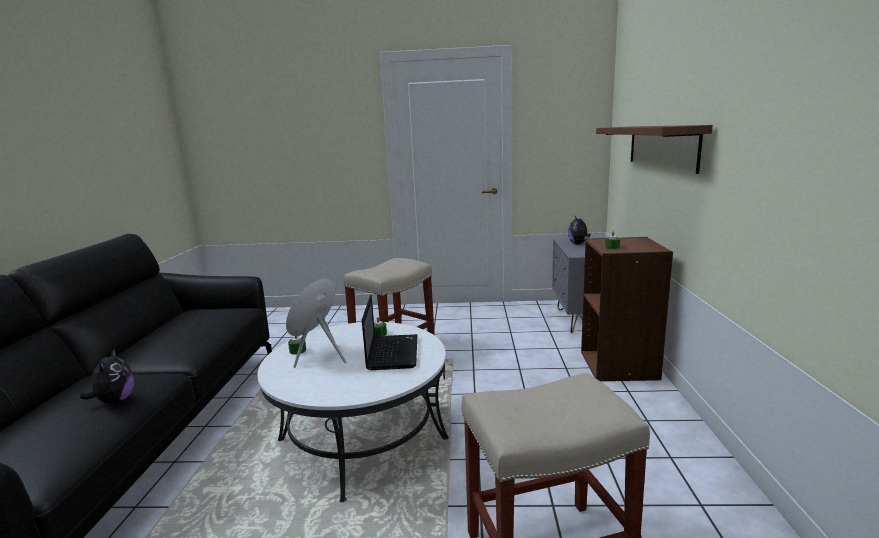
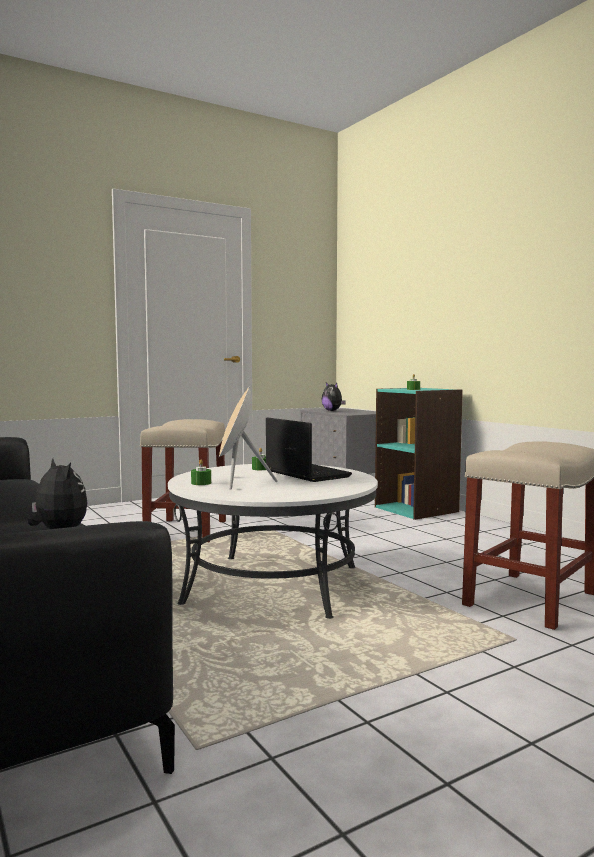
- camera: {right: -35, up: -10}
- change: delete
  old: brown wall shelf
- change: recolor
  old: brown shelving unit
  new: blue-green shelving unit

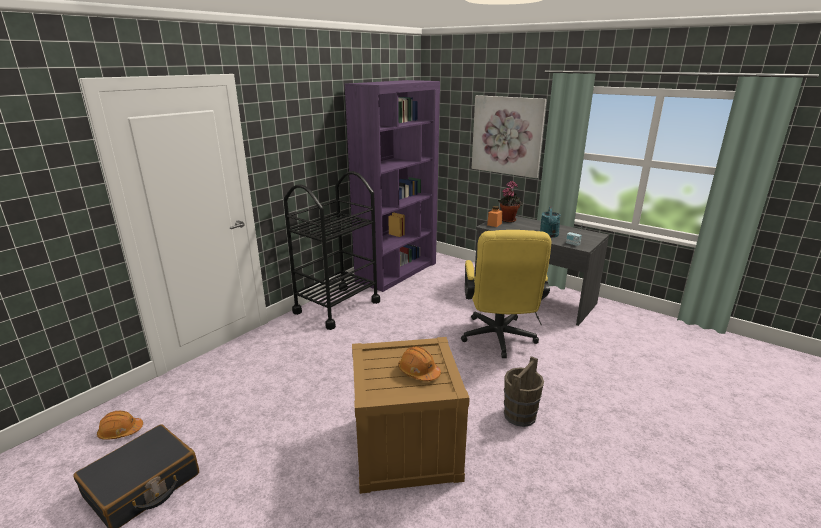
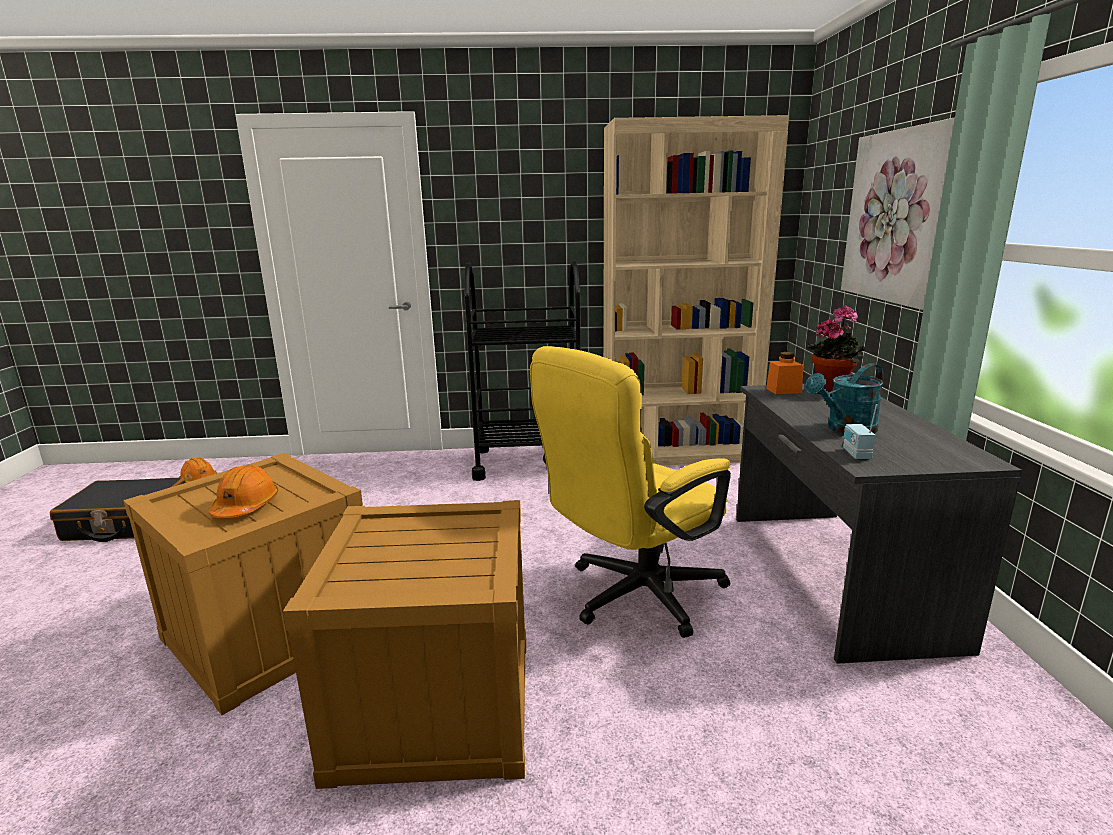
- camera: {right: 50, up: -5}
- change: replace
  old: brown water bucket
  new: packing crate (2nd from left)
- change: recolor
  old: purple shelving unit
  new: beige-coloured shelving unit

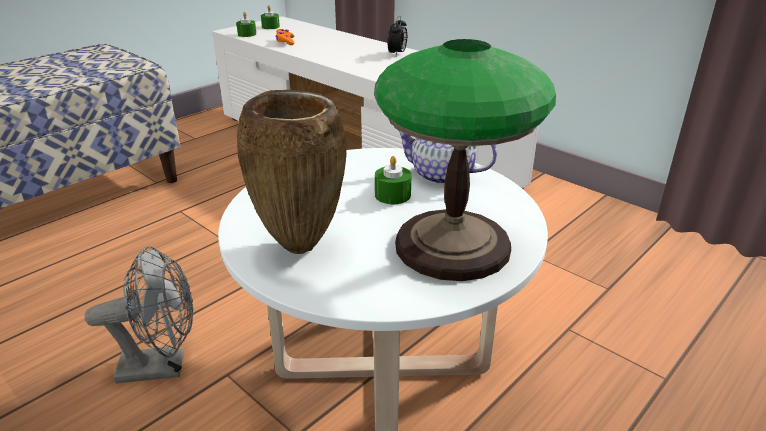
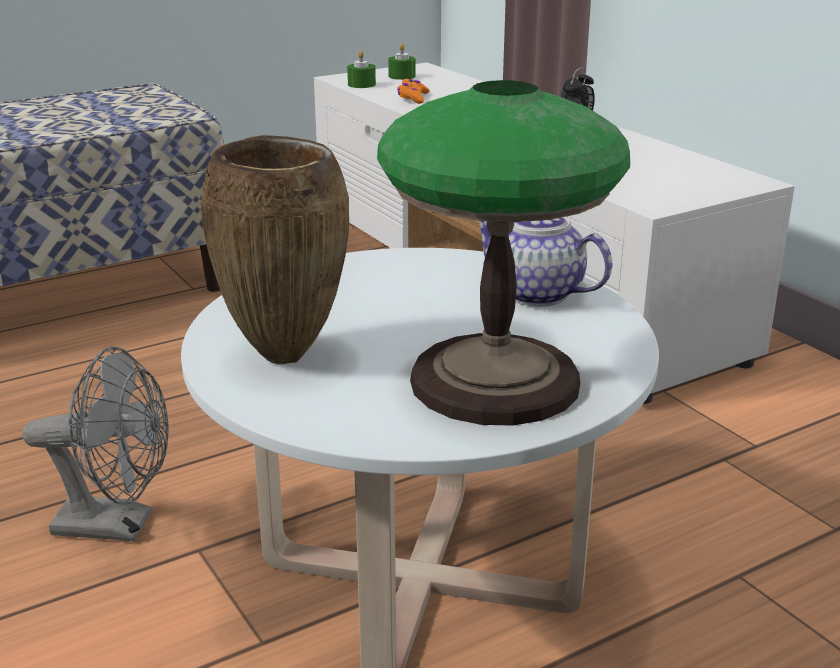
- camera: {right: 15, up: -5}
- change: delete
  old: green-coloured wax candle (3rd from left)

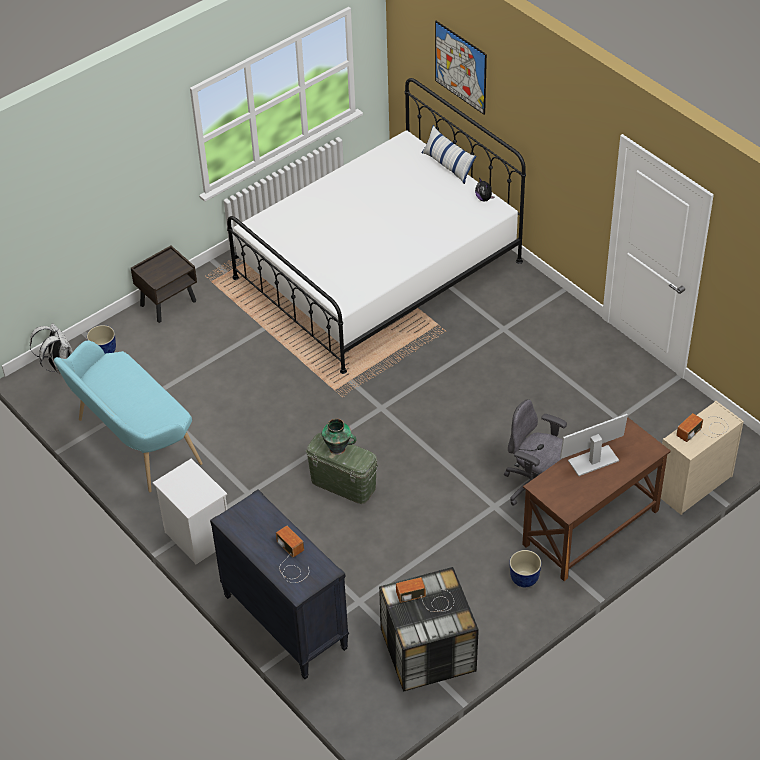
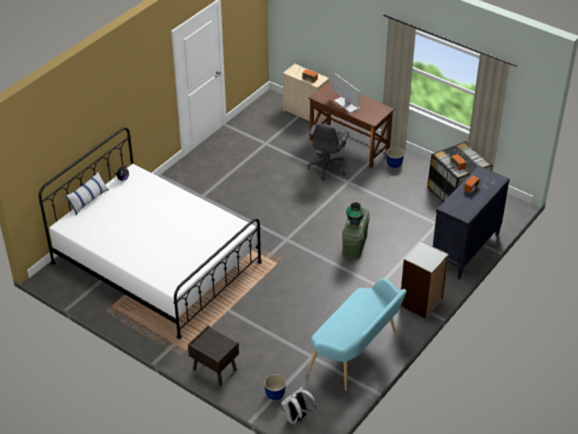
- camera: {right: -105, up: -5}
- change: delete
  old: wall picture
- change: replace
  old: white-coloured nightstand
  new: grey shelving unit

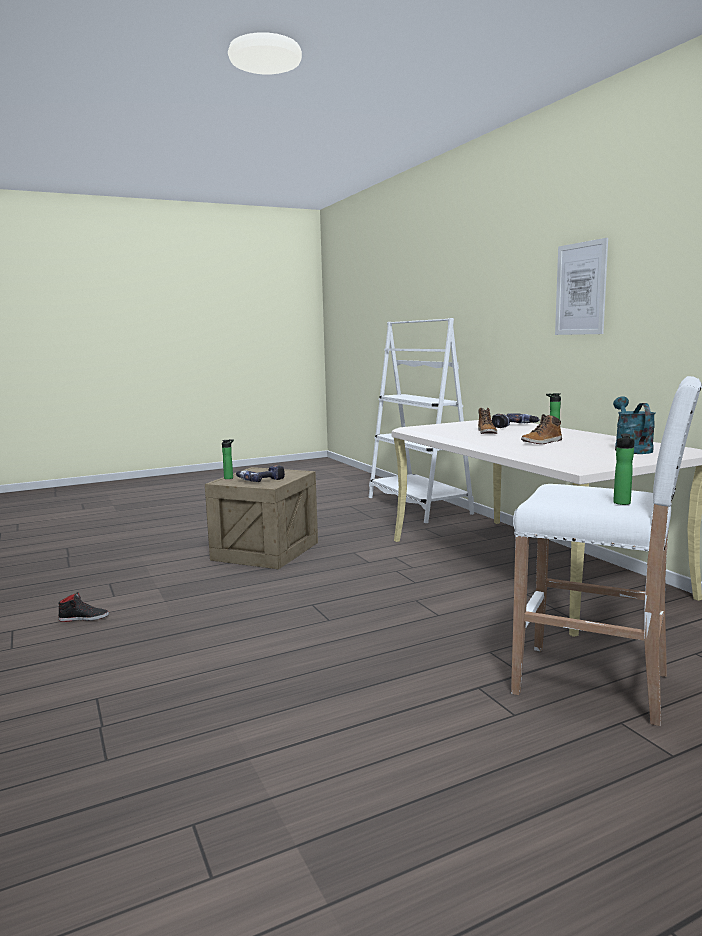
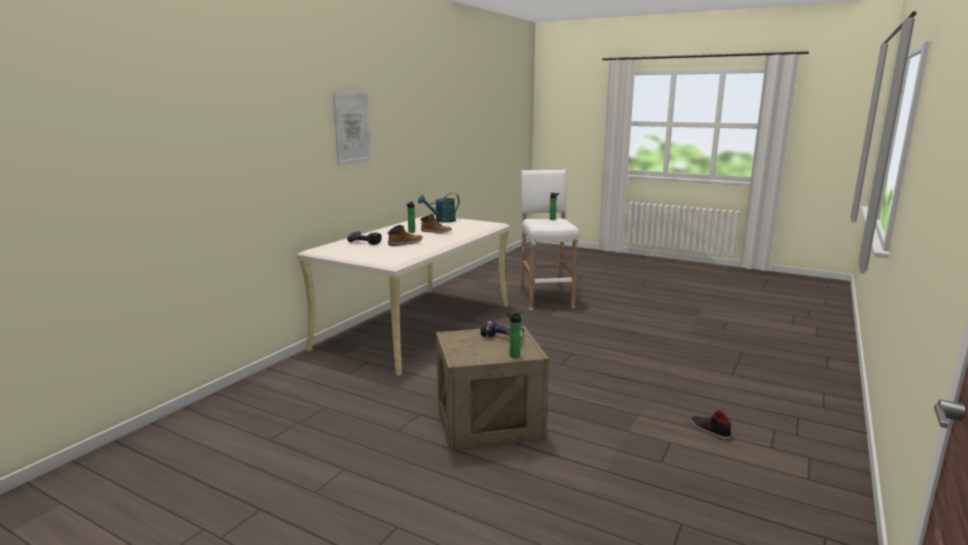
- camera: {right: -125, up: 5}
- change: delete
  old: white-coloured shelving unit

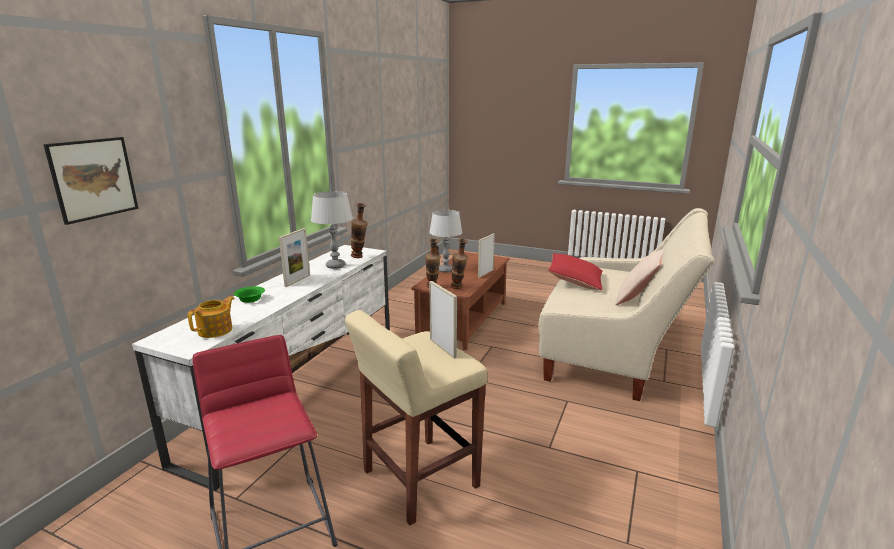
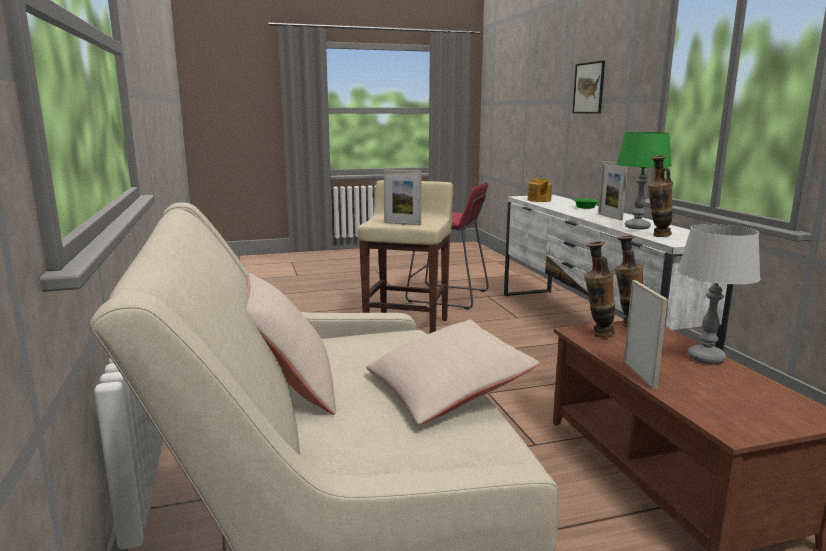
- camera: {right: 140, up: -5}
- change: recolor
  old: grey tabletop lamp (1st from left)
  new: green-coloured tabletop lamp
- change: recolor
  old: reddish throw pillow
  new: beige-coloured throw pillow (2nd from left)

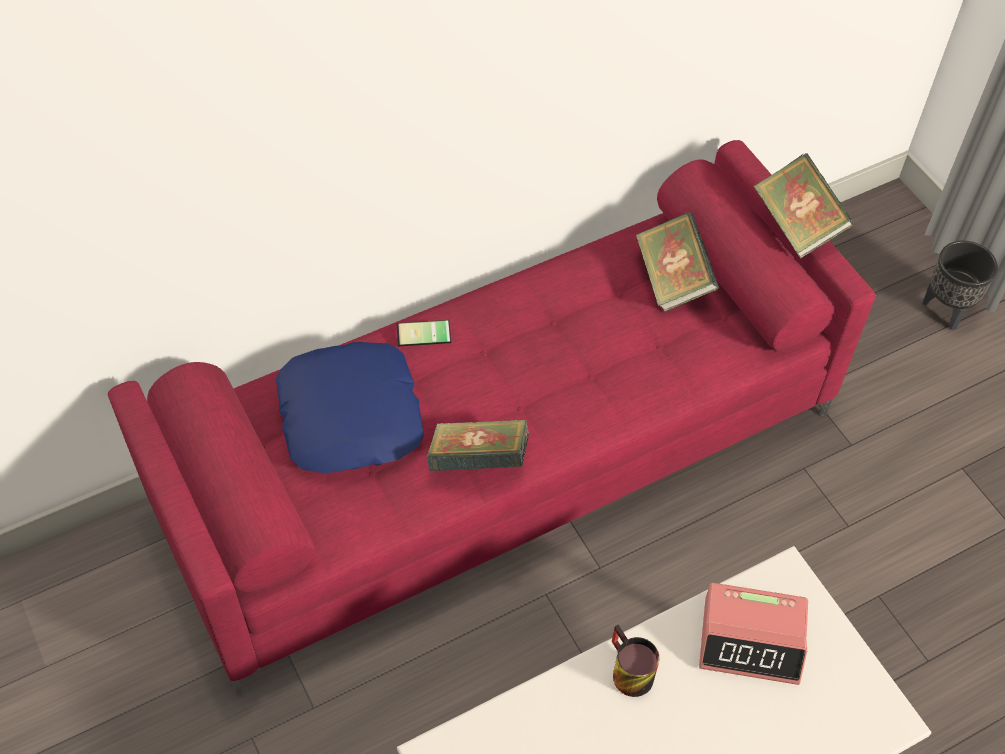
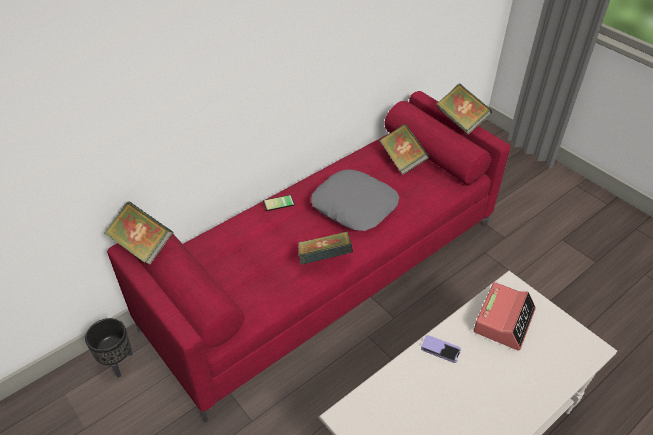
- camera: {right: -10, up: -10}
- change: delete
  old: bluish throw pillow
- change: insert
  new: volume (1st from left)
- change: insert
  new: grey throw pillow
- change: move
  old: blackish plant pot
- change: replace
  old: mug
  new: telephone (2nd from left)
- change: rotate
  old: bedside clock
  degrees: -60

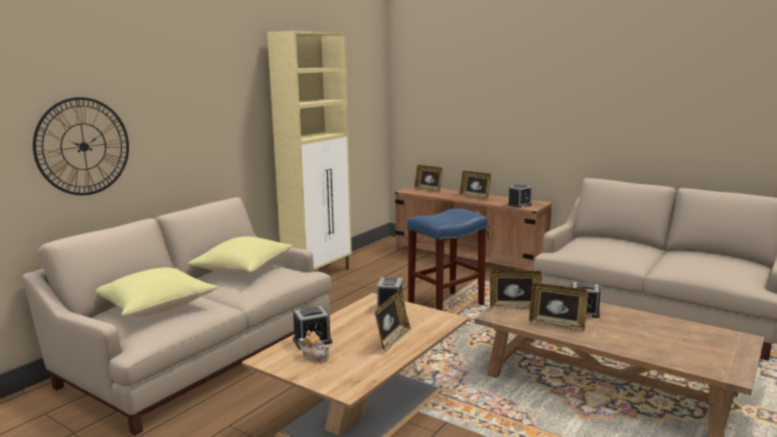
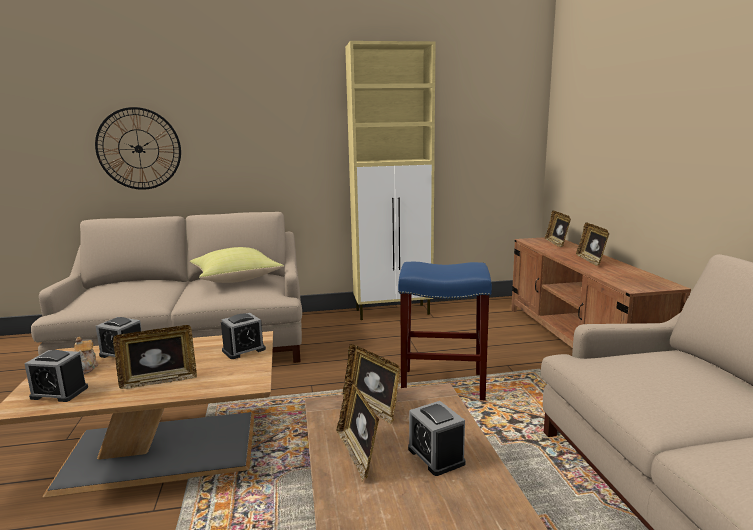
- camera: {right: 45, up: 0}
- change: delete
  old: yellow throw pillow (1st from left)
- change: move
  old: bedside clock (3rd from left in the first image)
  new: bedside clock (1st from left)

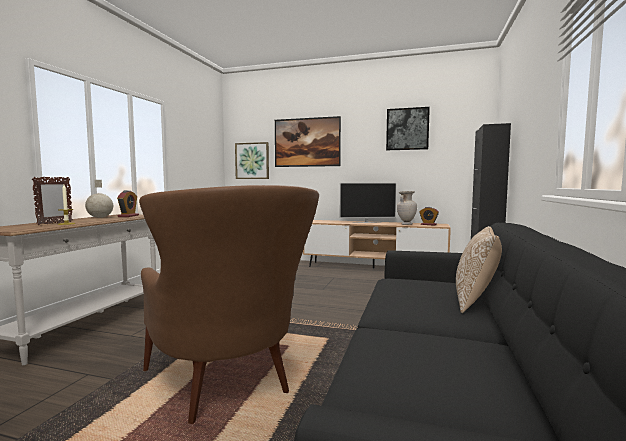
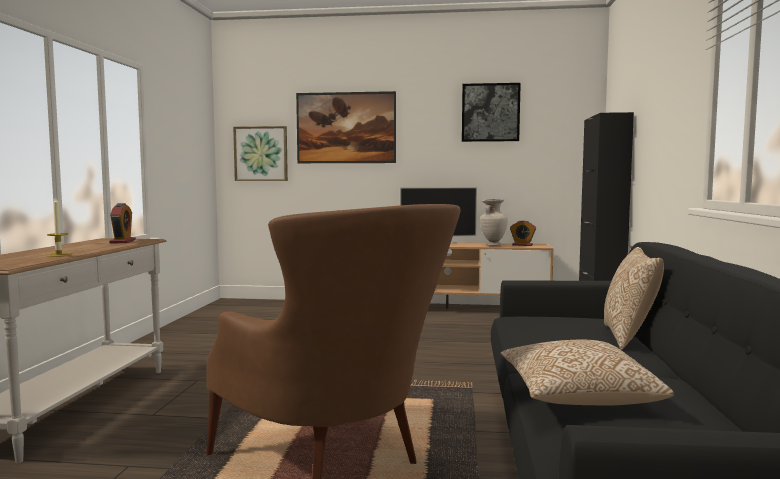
- camera: {right: -10, up: 0}
- change: delete
  old: picture frame
- change: delete
  old: desk globe
- change: insert
  new: throw pillow (1st from left)

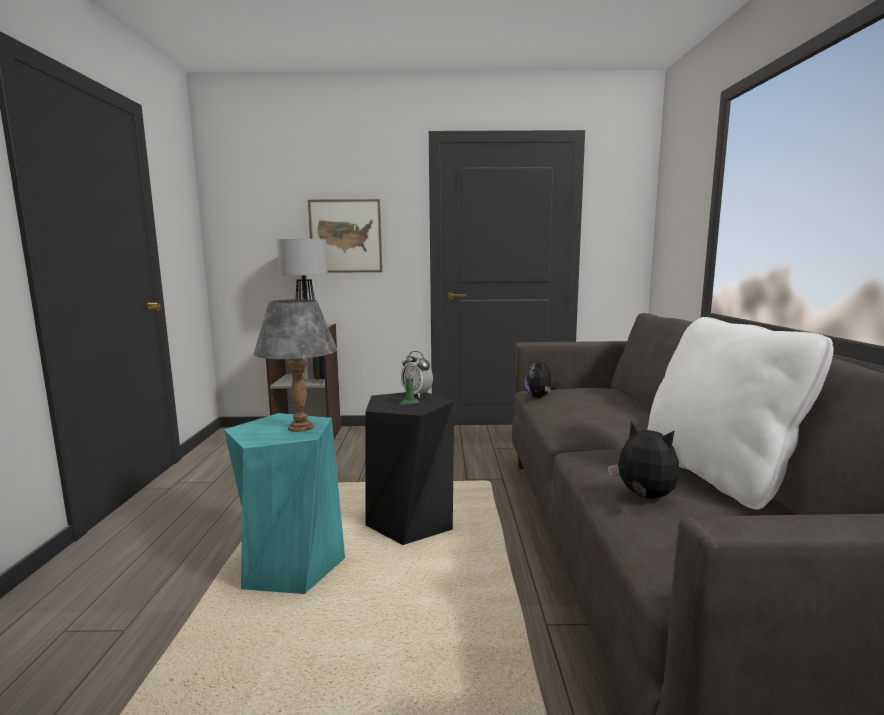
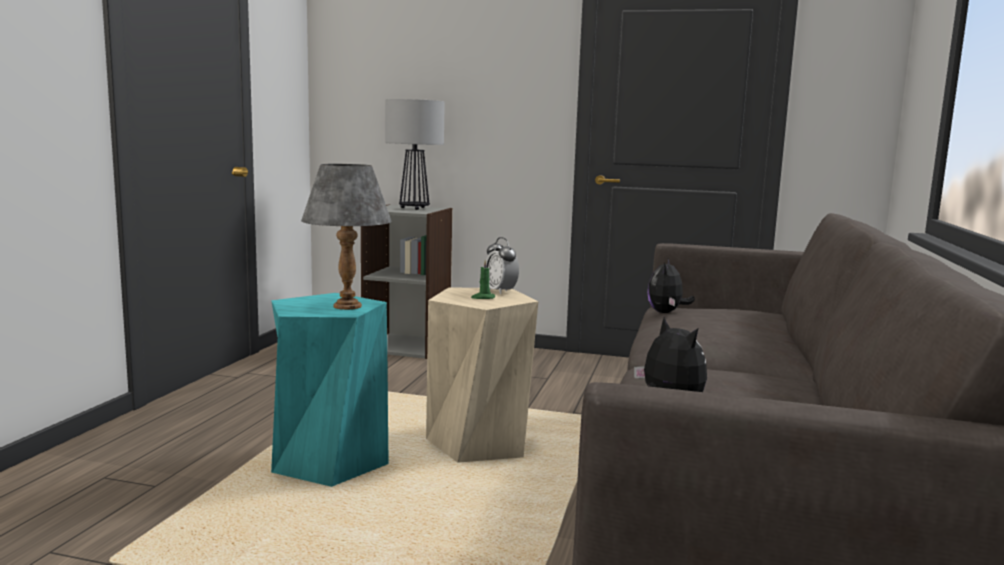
- camera: {right: 15, up: 0}
- change: delete
  old: wall picture
- change: delete
  old: white-coloured throw pillow
- change: recolor
  old: blackish stool seat
  new: beige-coloured stool seat

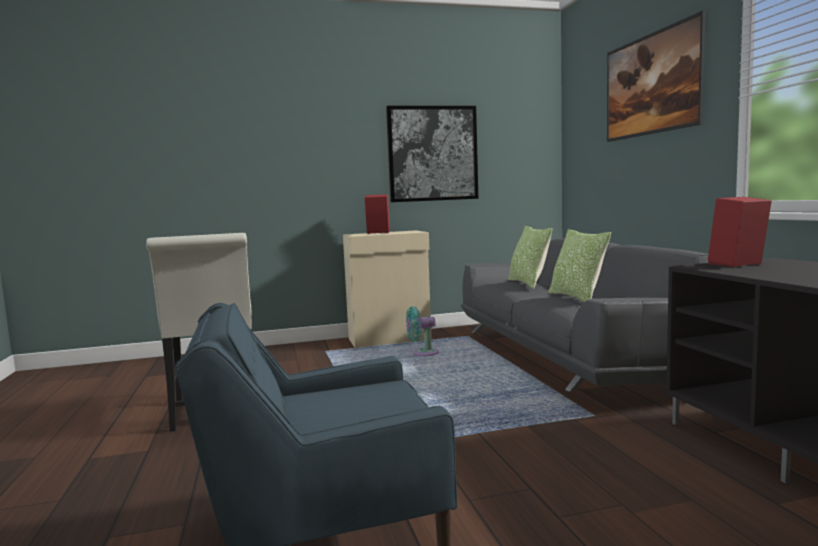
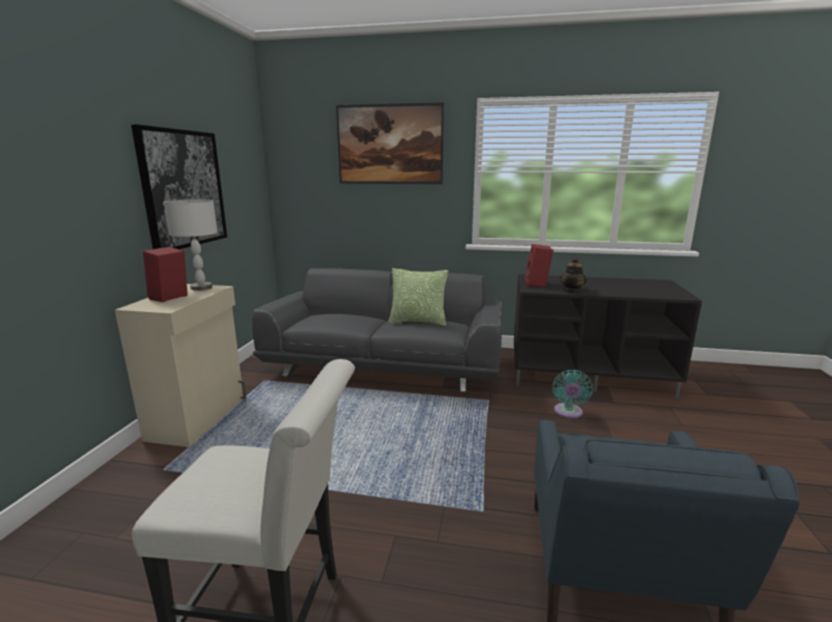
- camera: {right: -65, up: 10}
- change: delete
  old: throw pillow (1st from left)
- change: insert
  new: grey tabletop lamp
- change: insert
  new: teapot
- change: move
  old: blue-green cooling fan

